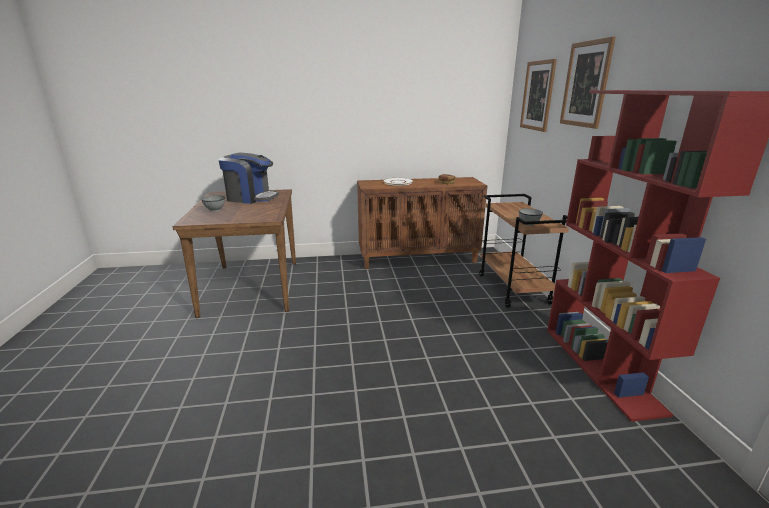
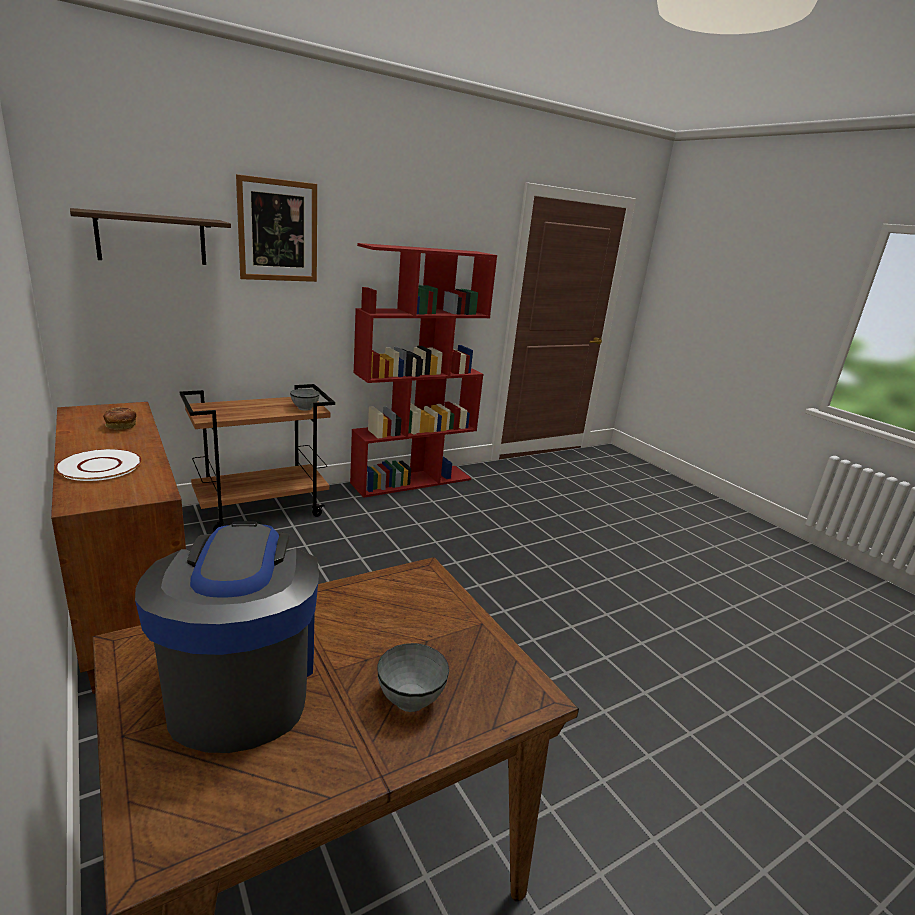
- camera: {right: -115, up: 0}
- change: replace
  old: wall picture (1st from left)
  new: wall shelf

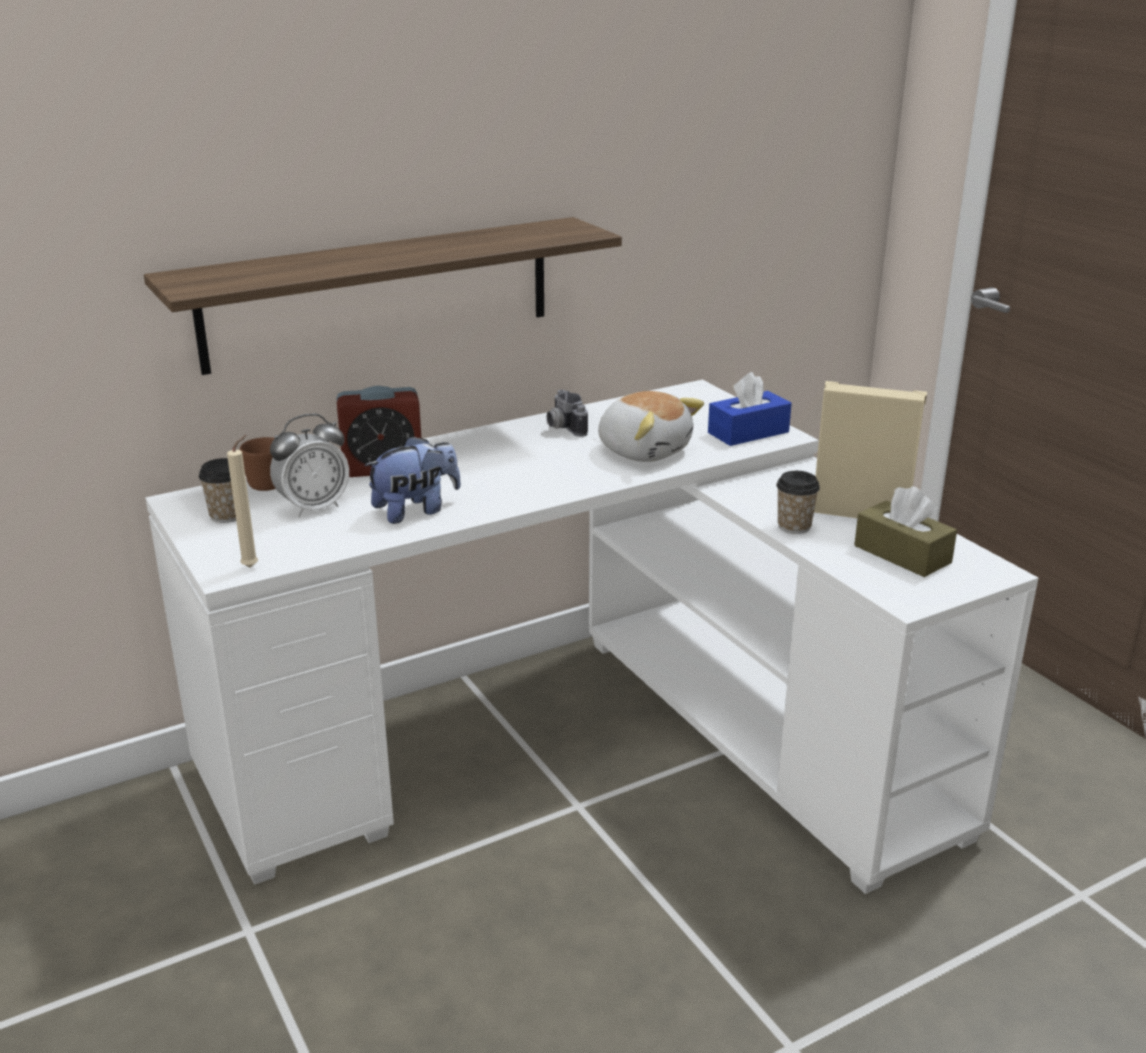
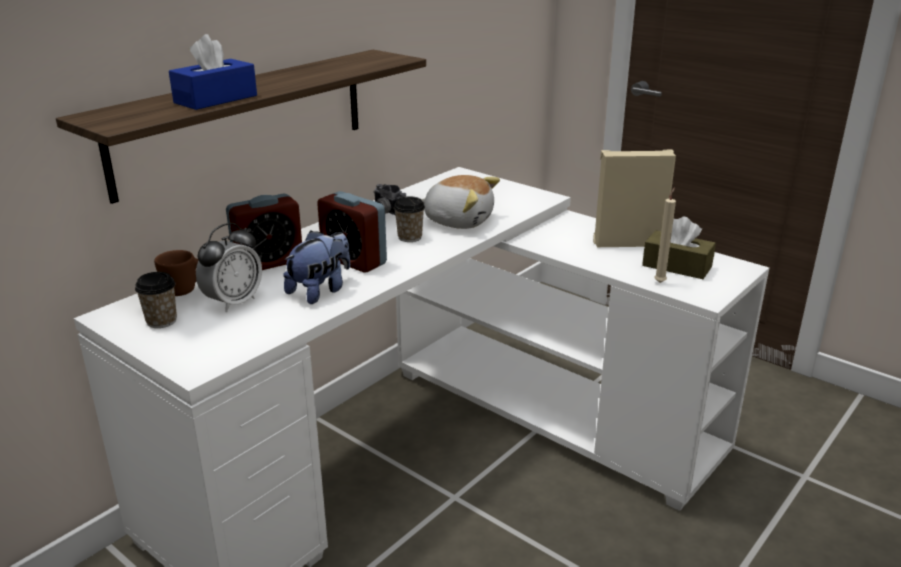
- camera: {right: -20, up: 0}
- change: insert
  new: bedside clock (3rd from left)
- change: move
  old: beige-coloured wax candle
- change: move
  old: bluish tissue box
- change: move
  old: drinking cup (2nd from left)

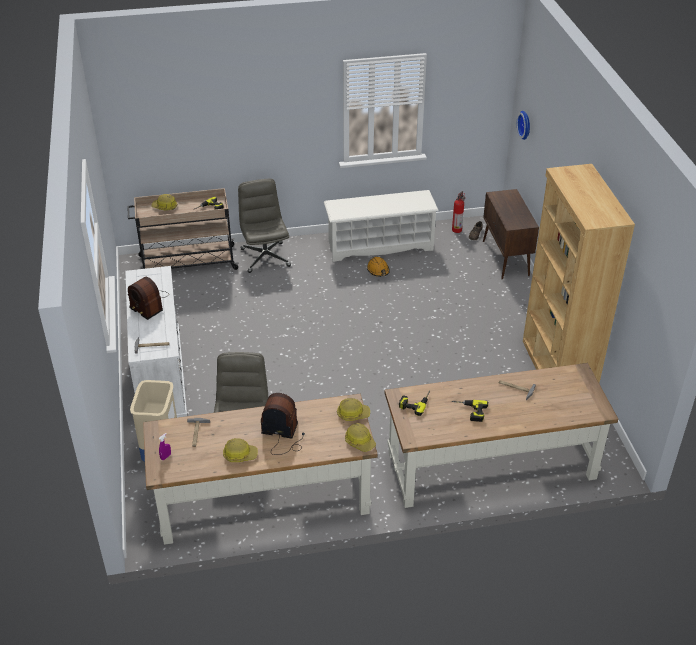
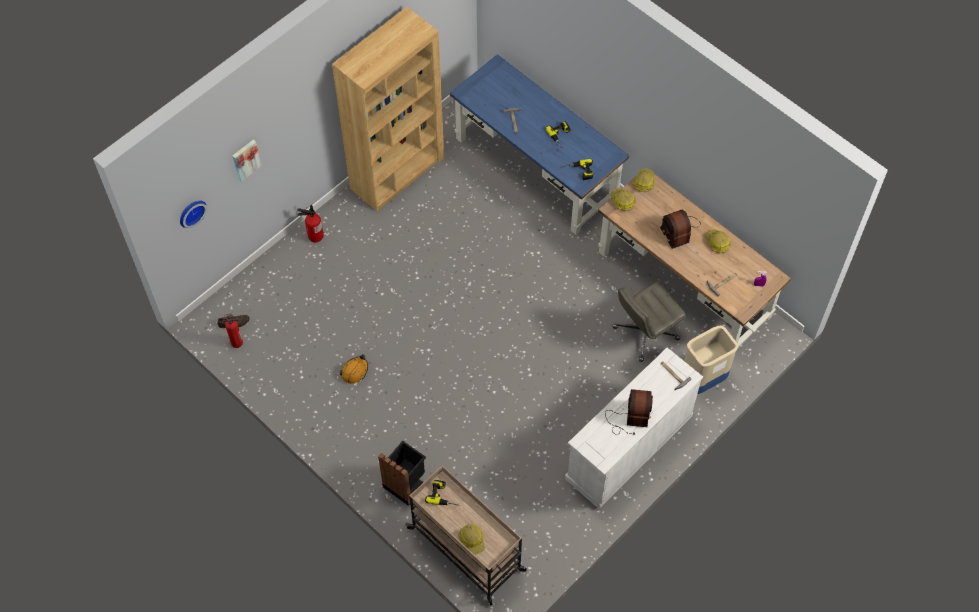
- camera: {right: -125, up: 20}
- change: delete
  old: white-coloured shoe rack
- change: delete
  old: brown cupboard
- change: insert
  new: wall picture
- change: insert
  new: fire-fighting cylinder (2nd from left)
- change: replace
  old: grey office chair (2nd from left)
  new: blackish waste bin
- change: recolor
  old: brown desk (2nd from left)
  new: bluish desk

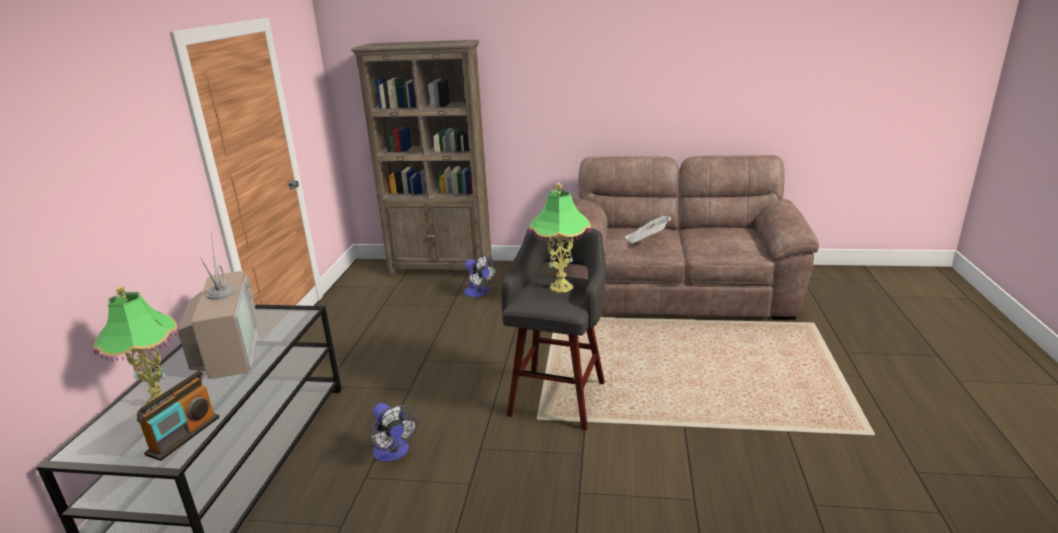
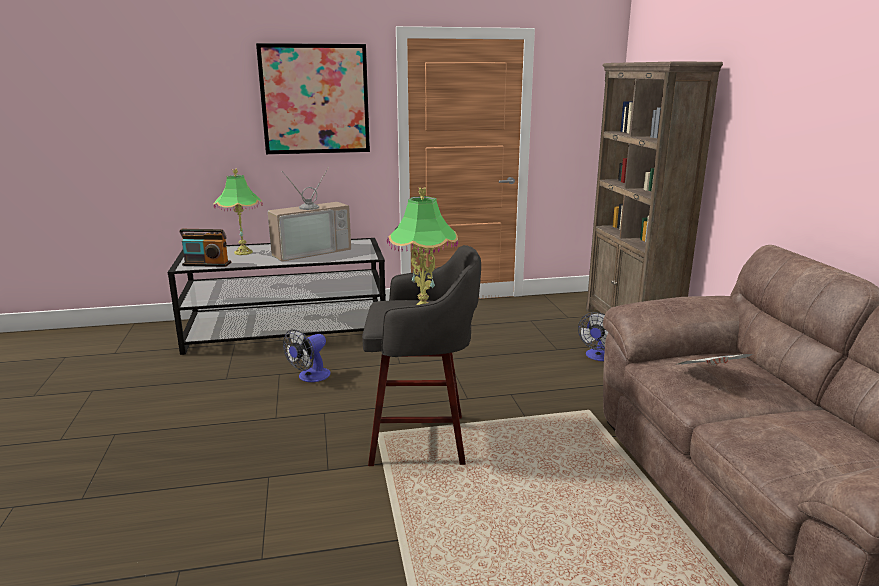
- camera: {right: 70, up: -5}
- change: insert
  new: wall picture

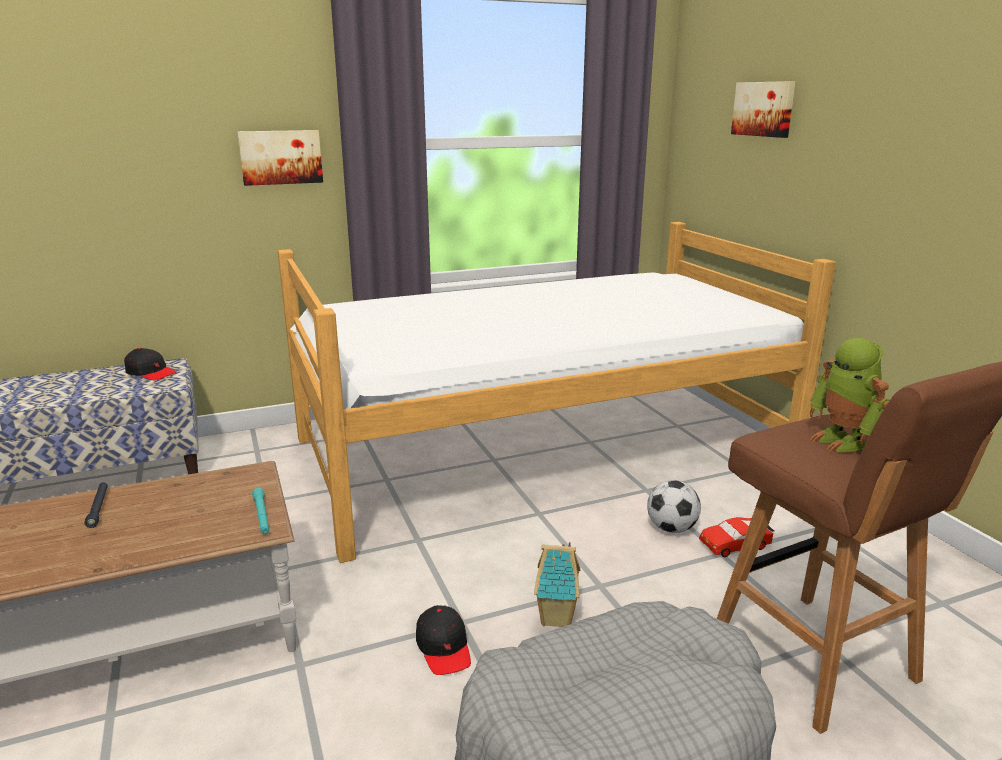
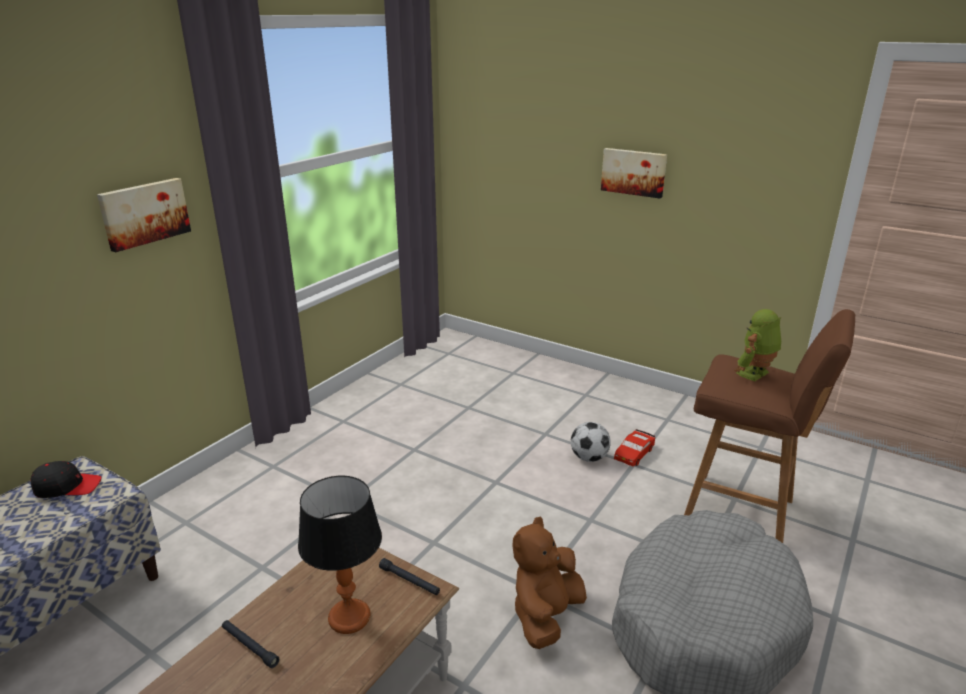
- camera: {right: -35, up: 5}
- change: delete
  old: bed
- change: delete
  old: model house
- change: insert
  new: tabletop lamp
- change: move
  old: wall picture (2nd from left)
- change: replace
  old: blackish baseball cap (2nd from left)
  new: brown plush toy
- change: recolor
  old: blue-green flashlight
  new: blackish flashlight (2nd from left)
- change: rotate
  old: toy robot
  degrees: 105

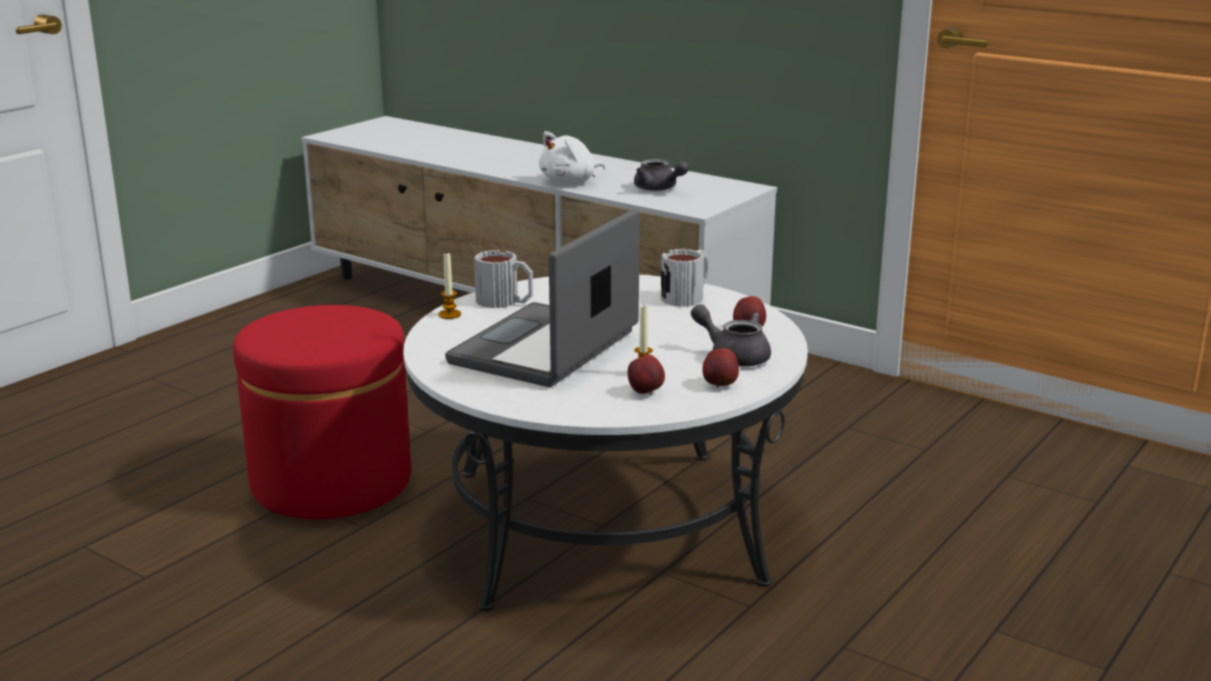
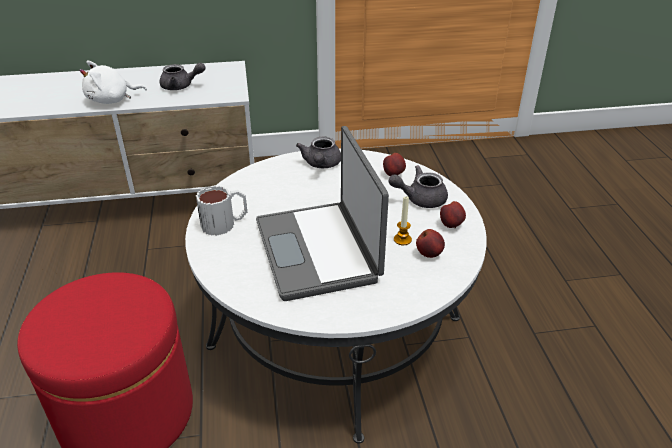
- camera: {right: -45, up: 15}
- change: delete
  old: wax candle (1st from left)
- change: replace
  old: mug (2nd from left)
  new: grey teapot (2nd from left)
- change: rotate
  old: white-coloured plush toy
  degrees: 60

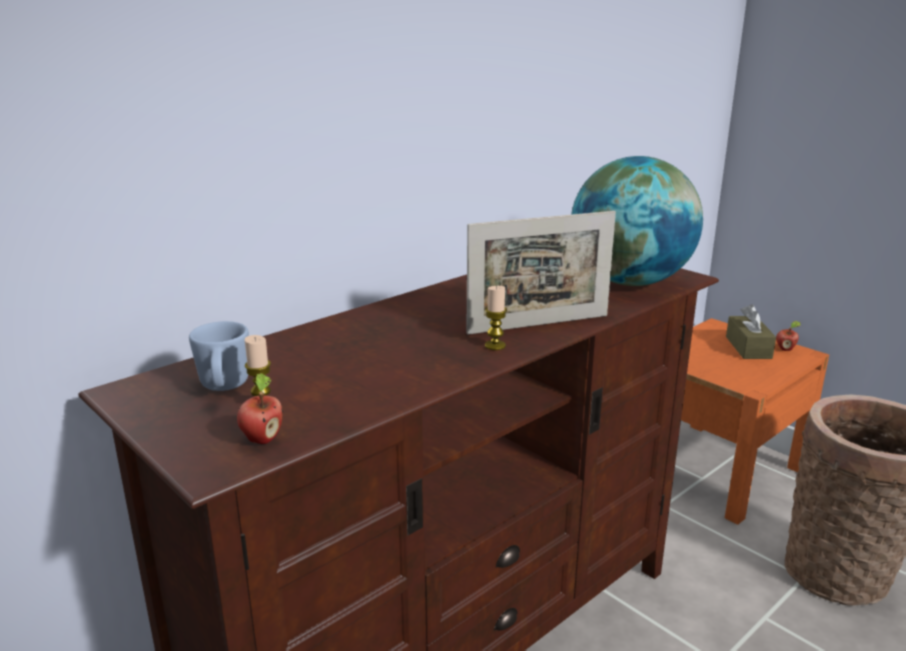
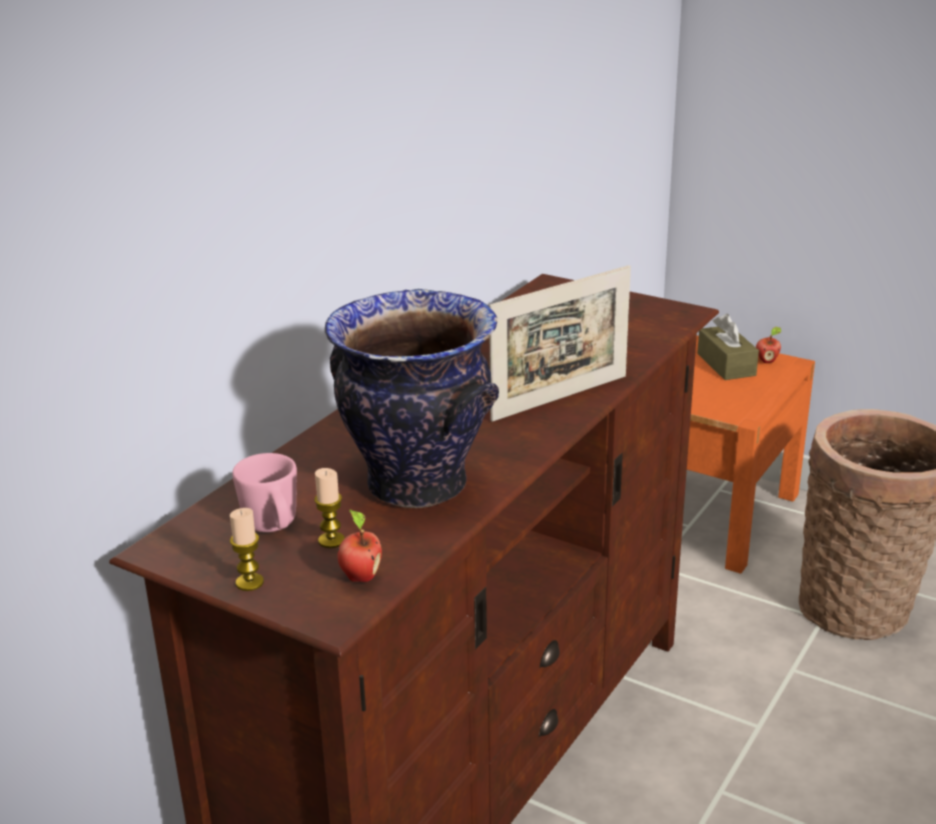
- camera: {right: -15, up: 5}
- change: delete
  old: desk globe
- change: insert
  new: flower vase
- change: move
  old: wax candle (2nd from left in the first image)
  new: wax candle (1st from left)
- change: recolor
  old: bluish mug
  new: pinkish mug

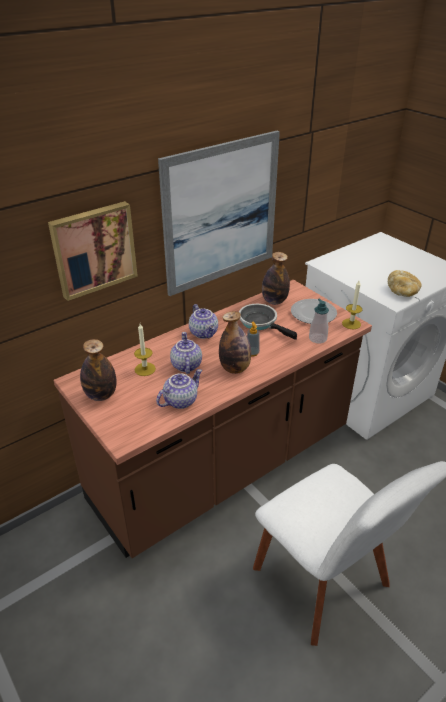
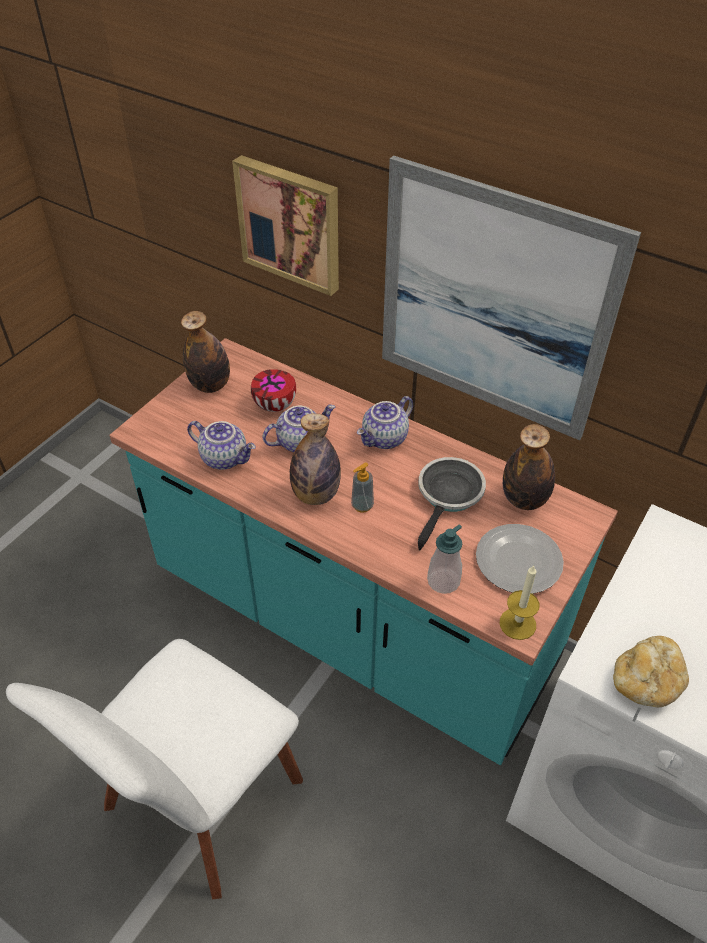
- camera: {right: 70, up: 10}
- change: replace
  old: wax candle (1st from left)
  new: bowl
- change: recolor
  old: brown counter
  new: blue-green counter

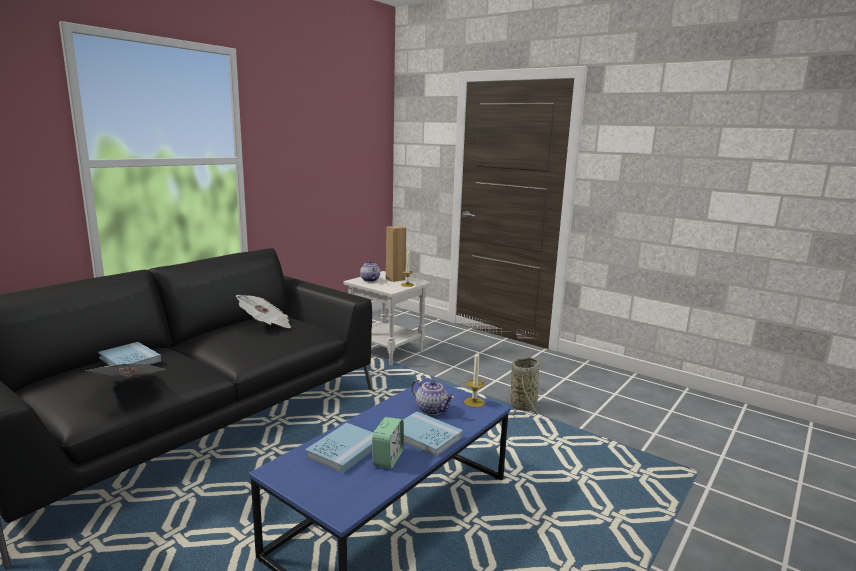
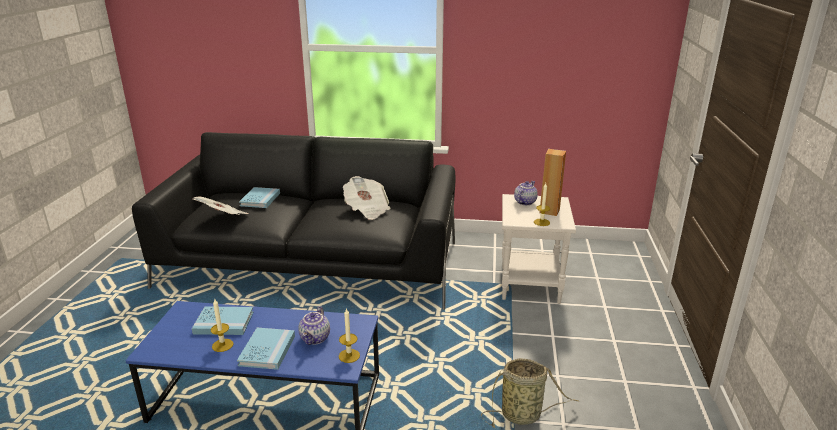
- camera: {right: 60, up: 10}
- change: replace
  old: bedside clock
  new: wax candle (1st from left)

